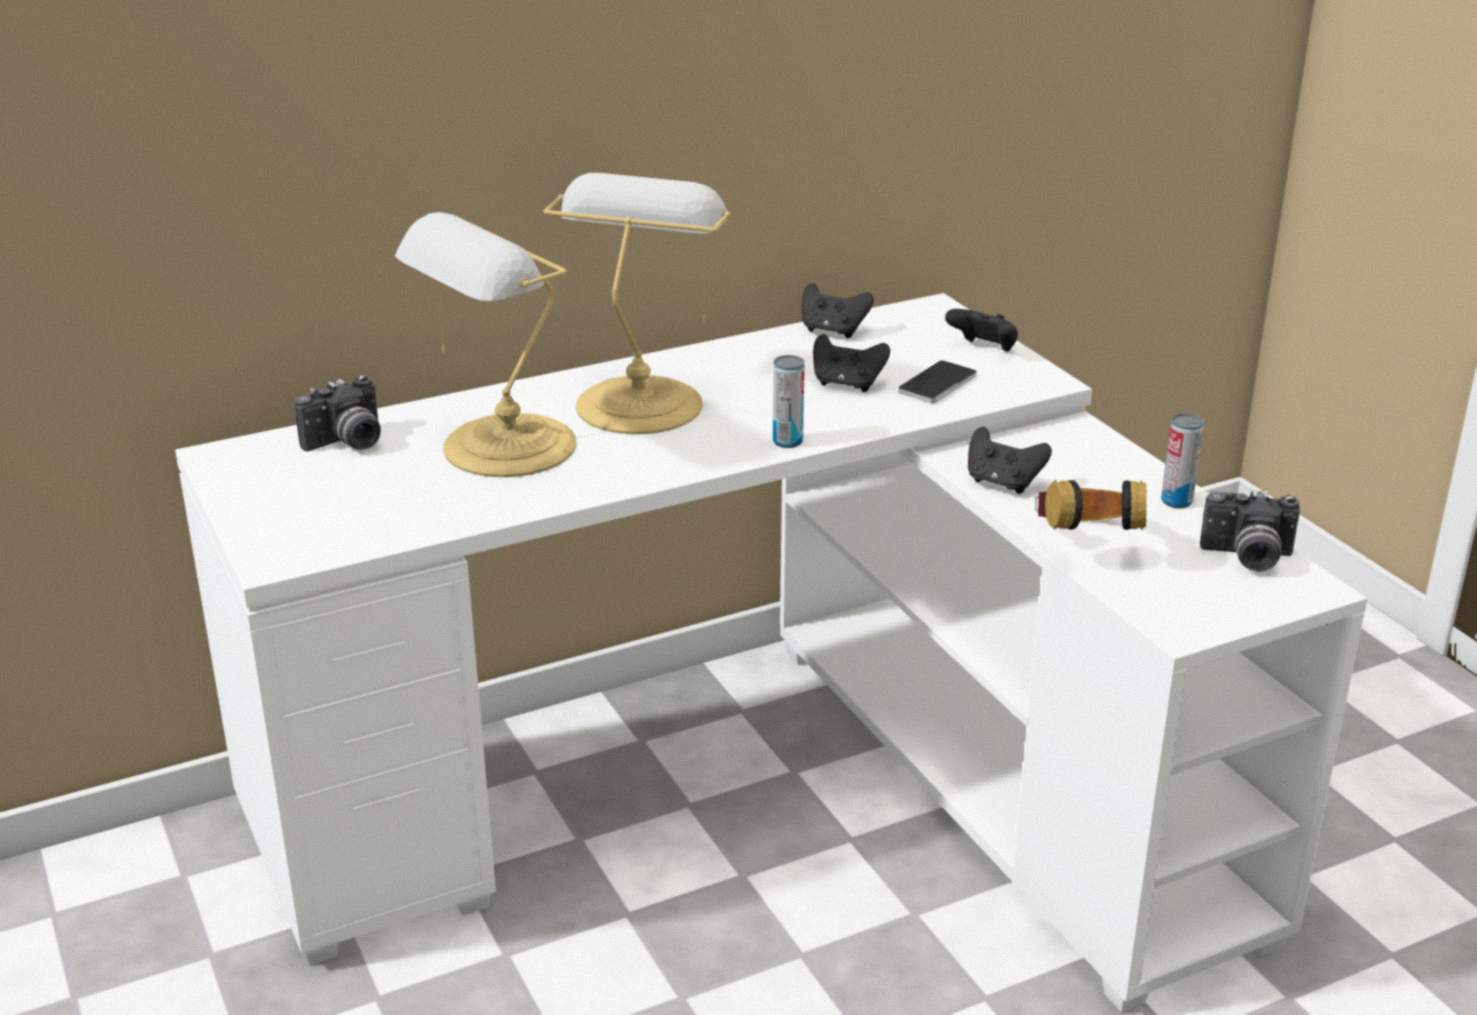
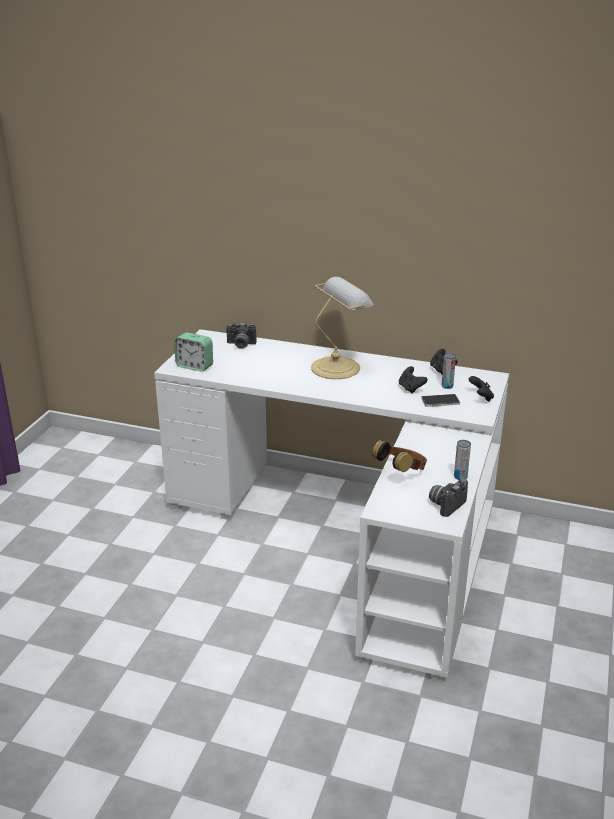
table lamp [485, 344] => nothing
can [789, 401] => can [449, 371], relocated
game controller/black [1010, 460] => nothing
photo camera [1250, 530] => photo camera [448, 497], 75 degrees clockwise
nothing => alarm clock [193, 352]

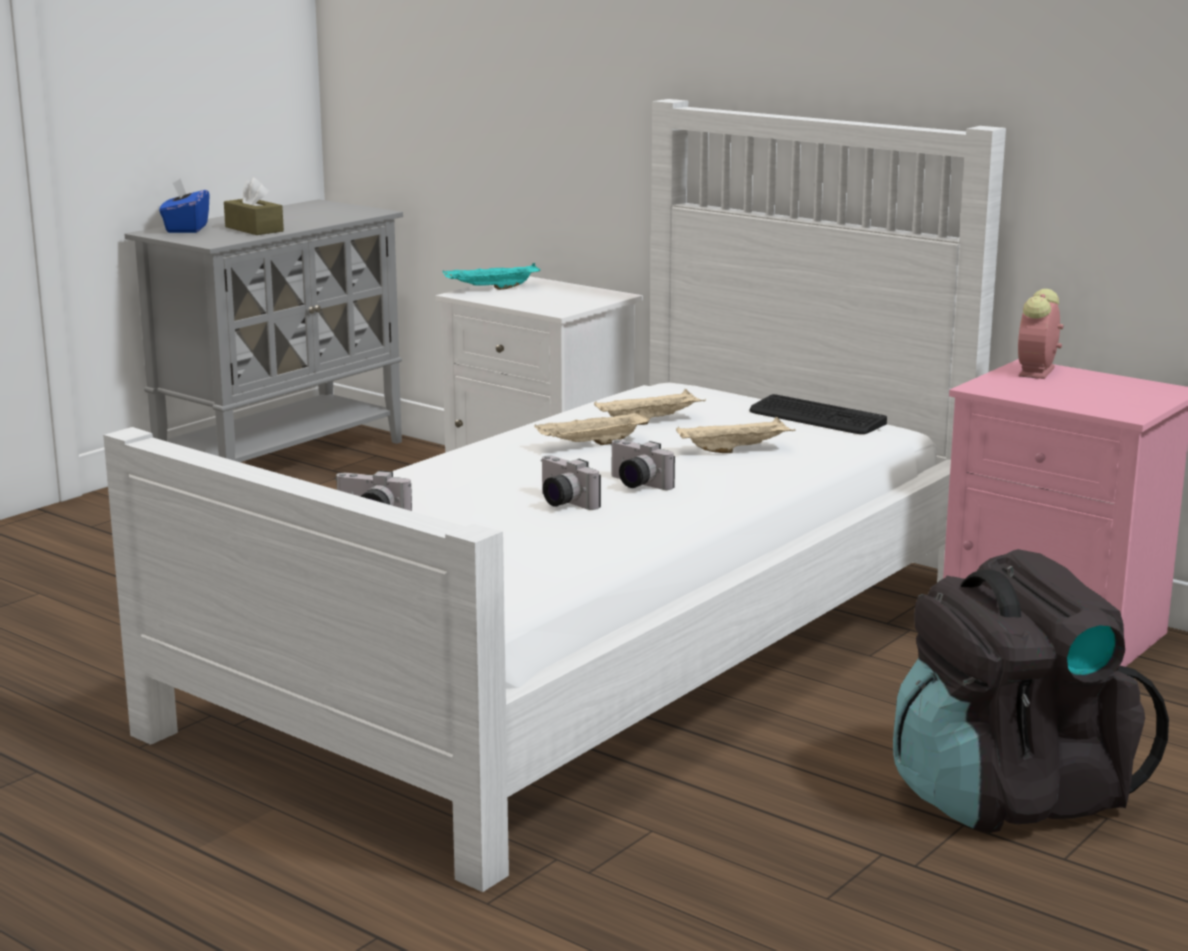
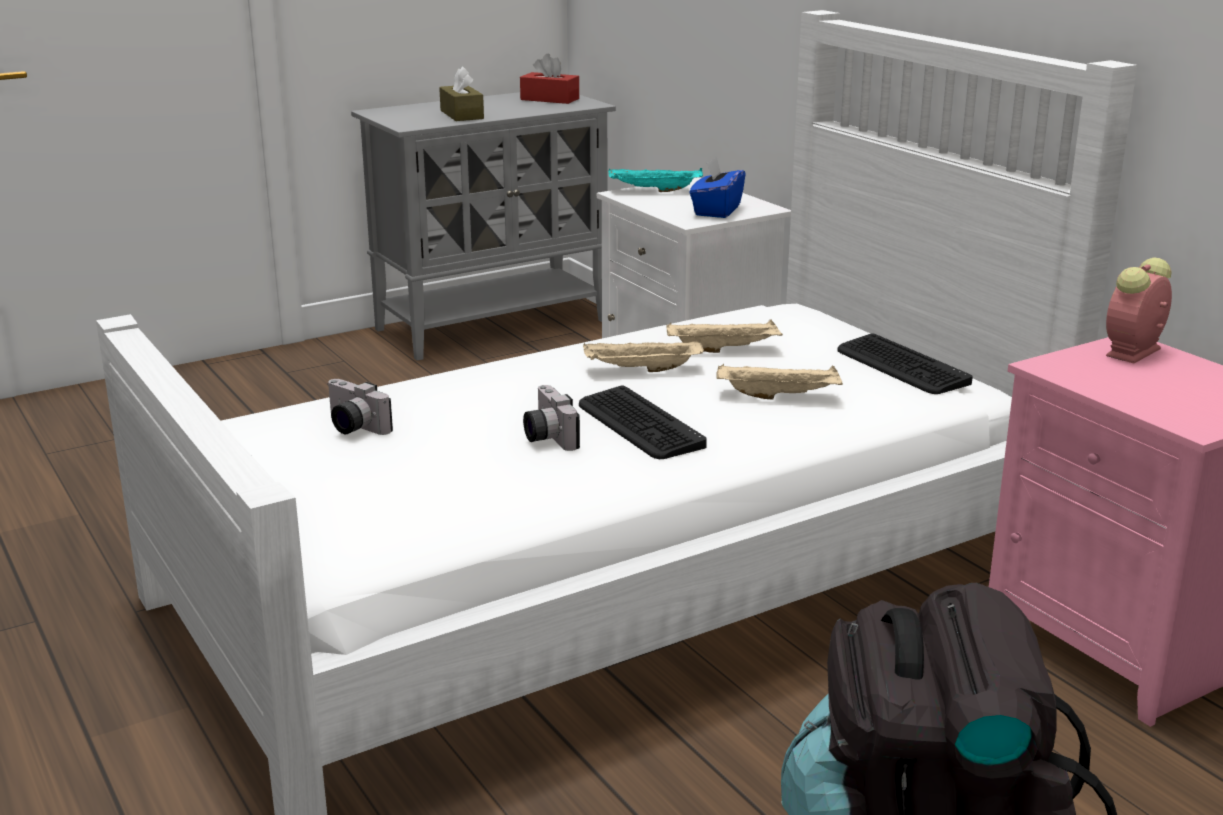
tissue box/blue [184, 205] => tissue box/blue [718, 187], relocated
photo camera [642, 464] => keyboard [643, 422]
nothing => tissue box/red [549, 79]

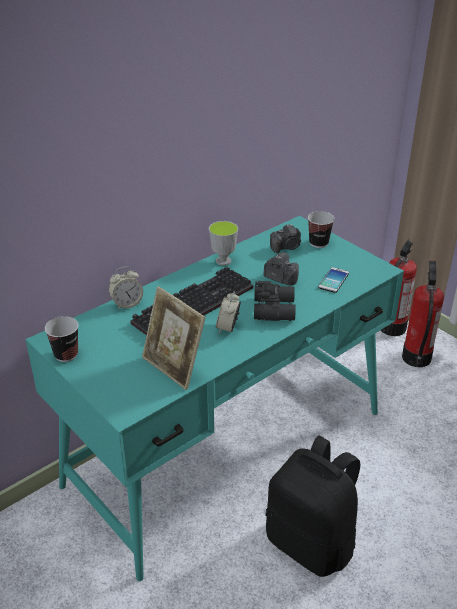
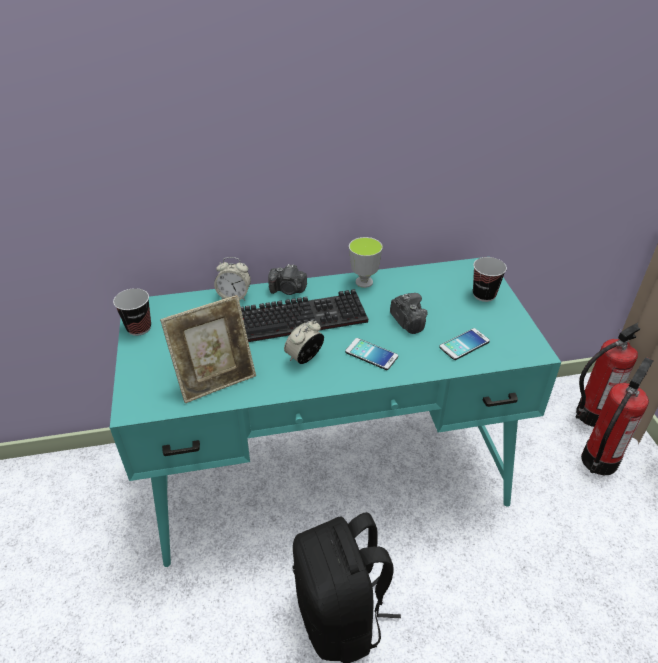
photo camera [285, 238] => photo camera [287, 279], relocated
binoculars/black [275, 301] => phone [371, 354]
picture frame [174, 338] => picture frame [208, 349], 105 degrees counterclockwise

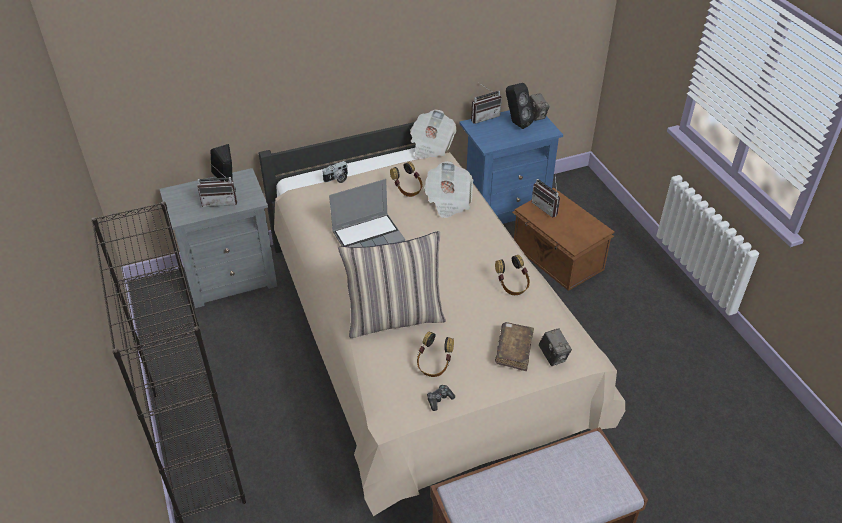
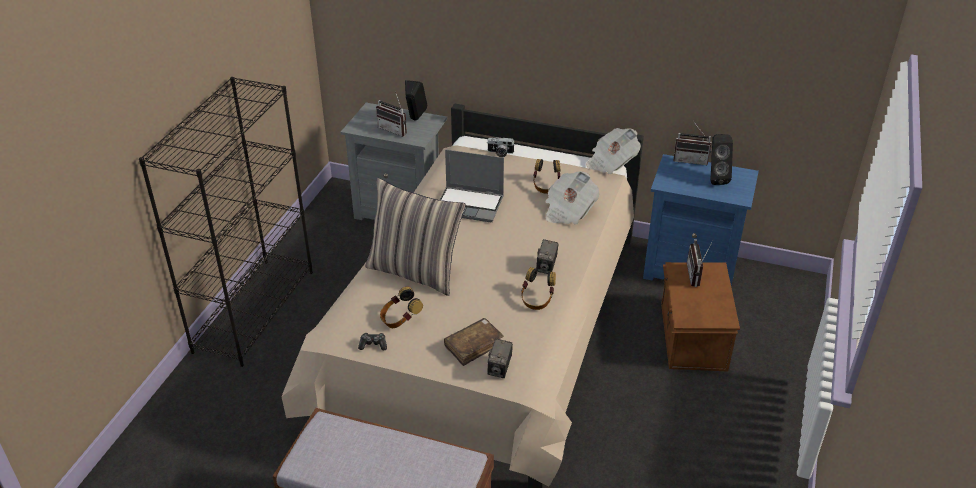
photo camera [540, 107] => photo camera [547, 256], relocated

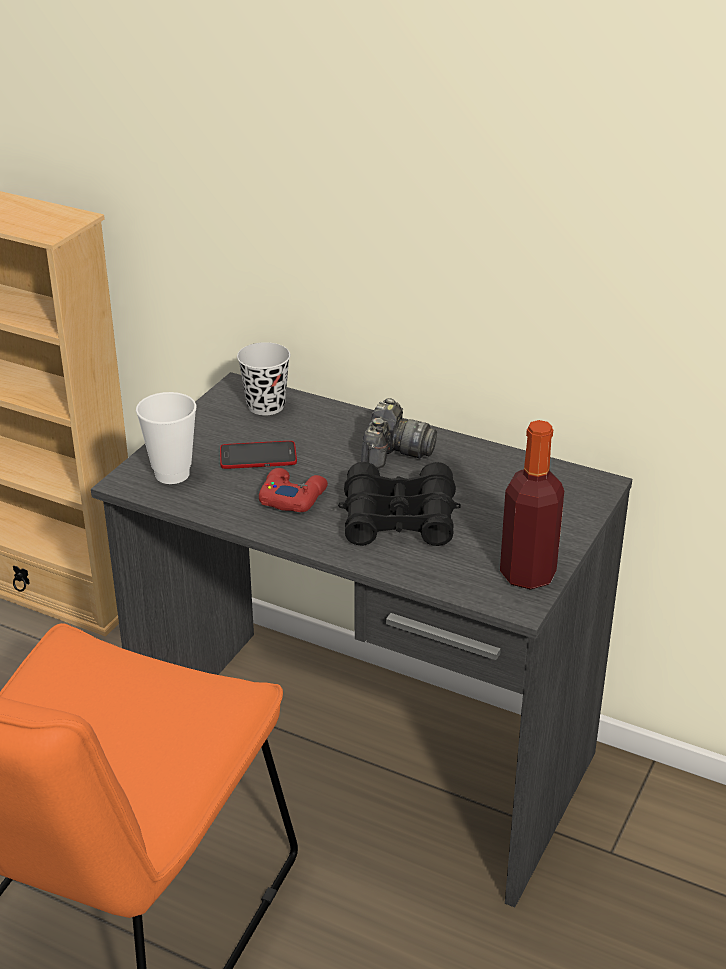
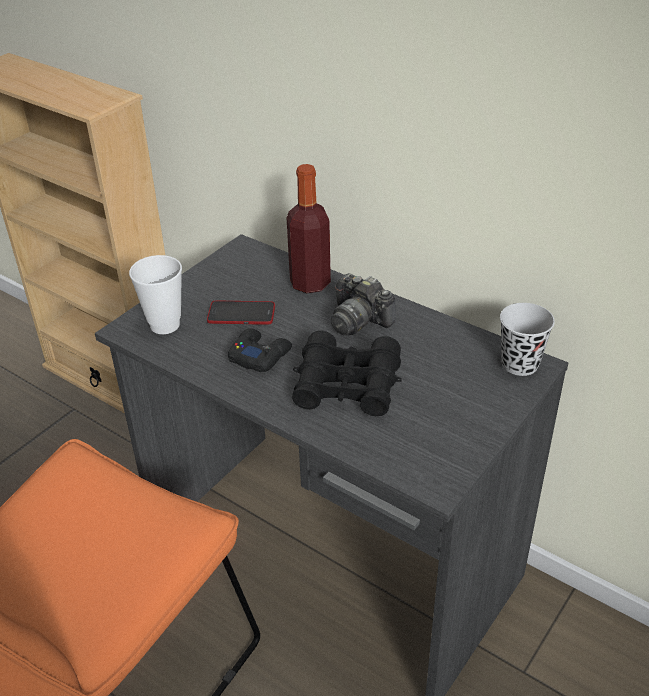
cup/black [263, 378] => cup/black [527, 339], relocated
photo camera [399, 433] => photo camera [363, 304], 105 degrees clockwise
bottle [532, 505] => bottle [308, 228], relocated
game controller/red [293, 490] => game controller/black [260, 350]

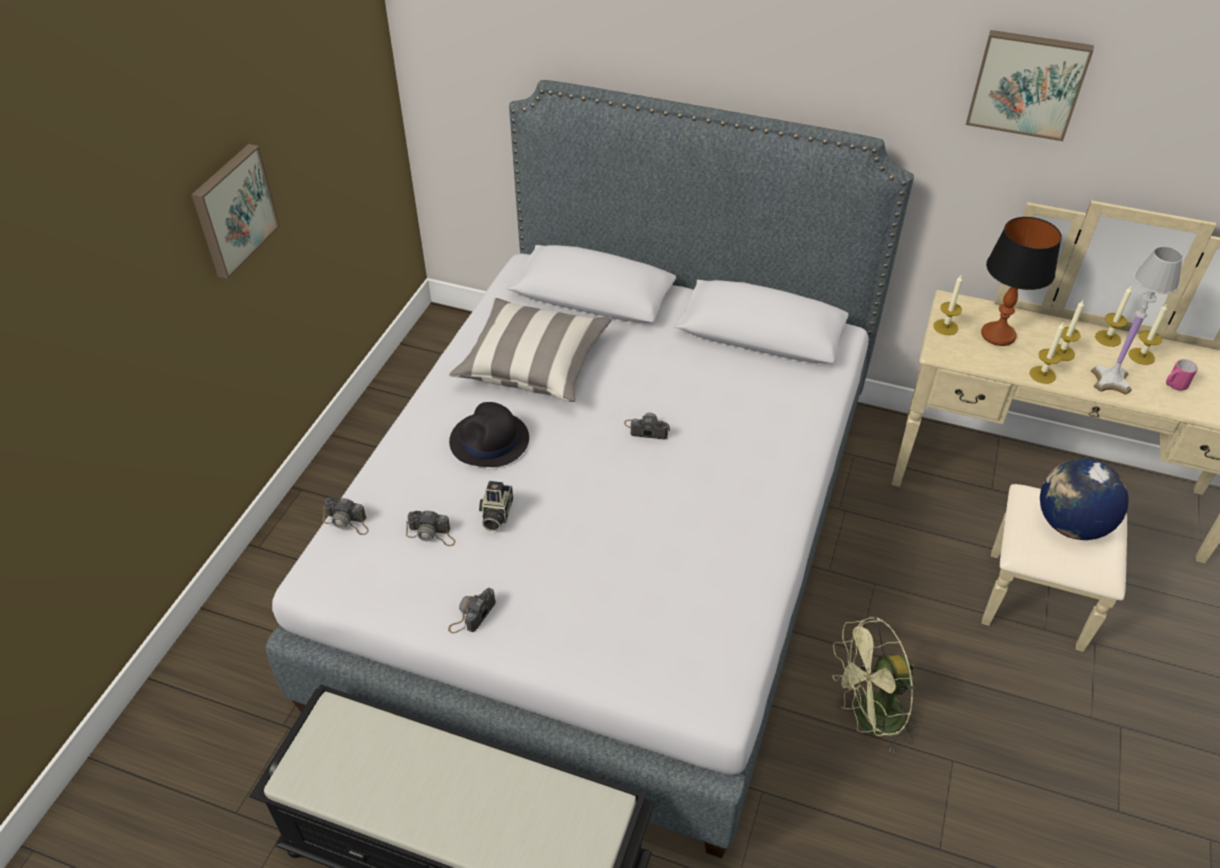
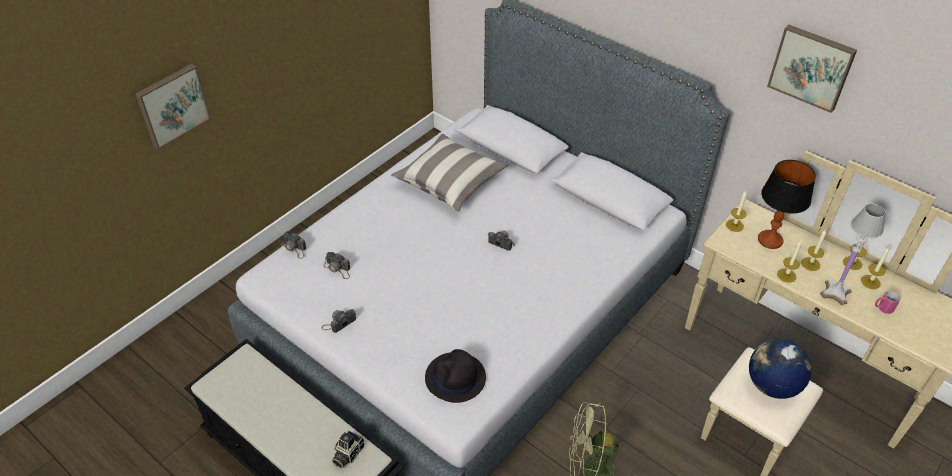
picture [235, 211] => picture [173, 107], relocated
hat/black [489, 434] => hat/black [455, 376], relocated
photo camera [496, 506] => photo camera [348, 450], relocated

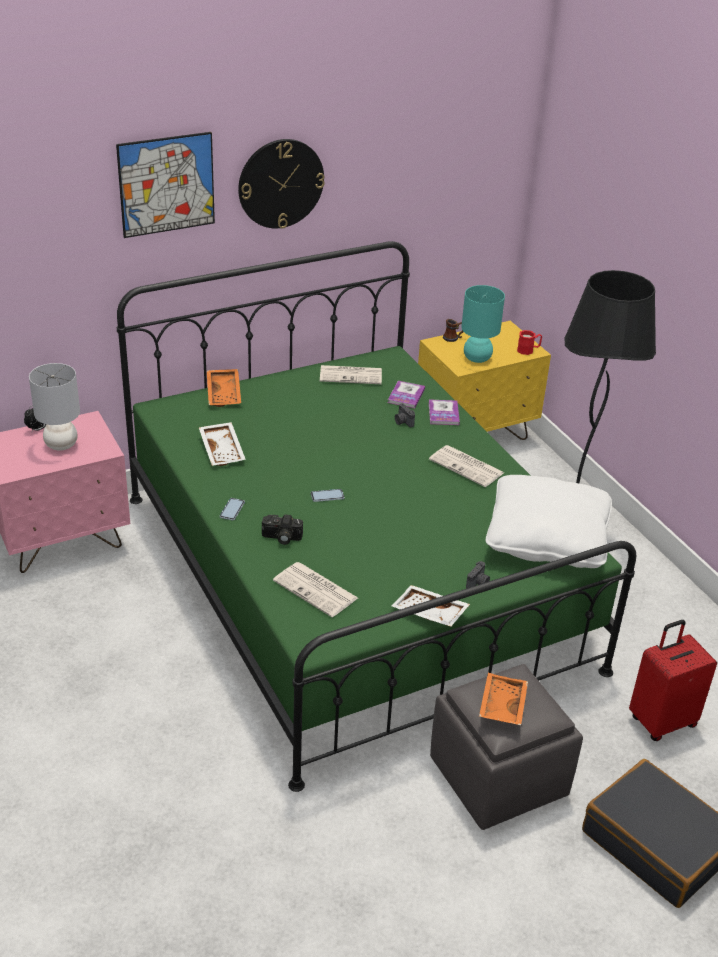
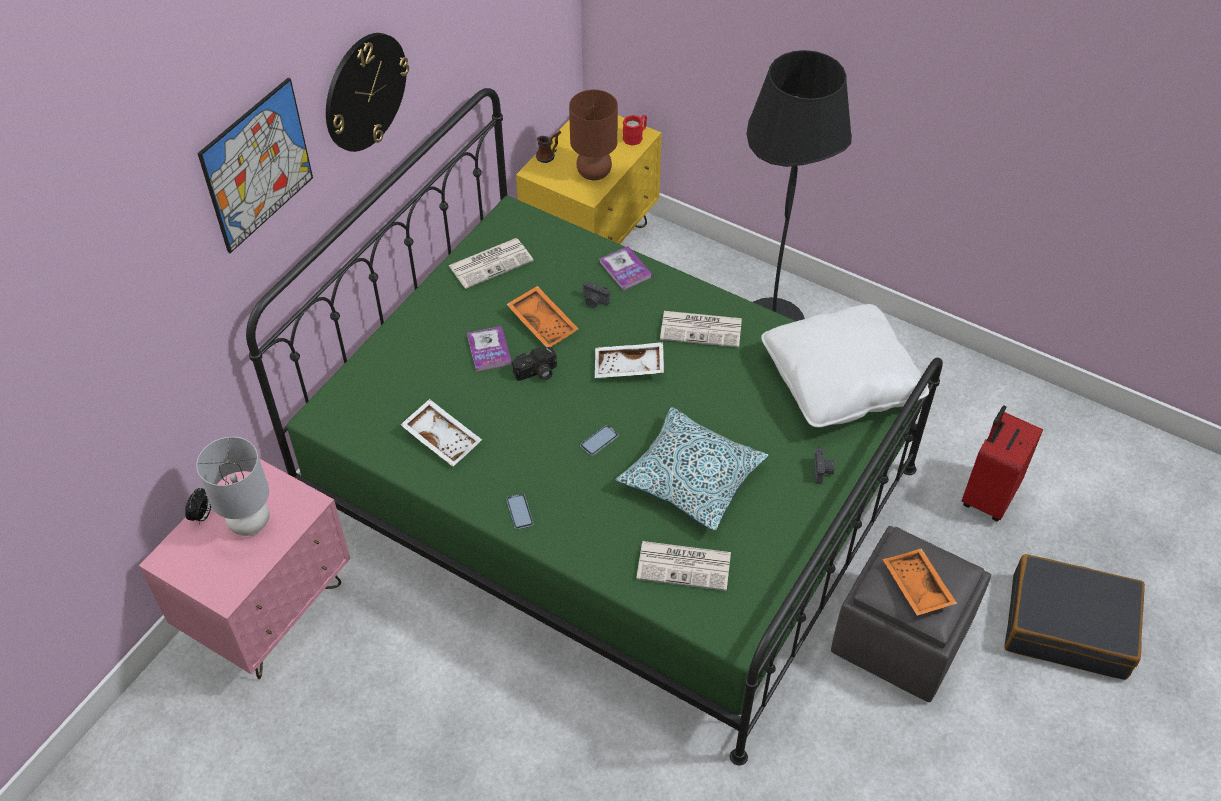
table lamp/turquoise [483, 324] => table lamp/brown [593, 135]
tray/orange [224, 388] => tray/orange [542, 317], relocated
book [406, 394] => book [489, 349], relocated
photo camera [282, 530] => photo camera [534, 364], relocated
tray/white [430, 606] => tray/white [629, 360], relocated
nothing => pillow [692, 469]

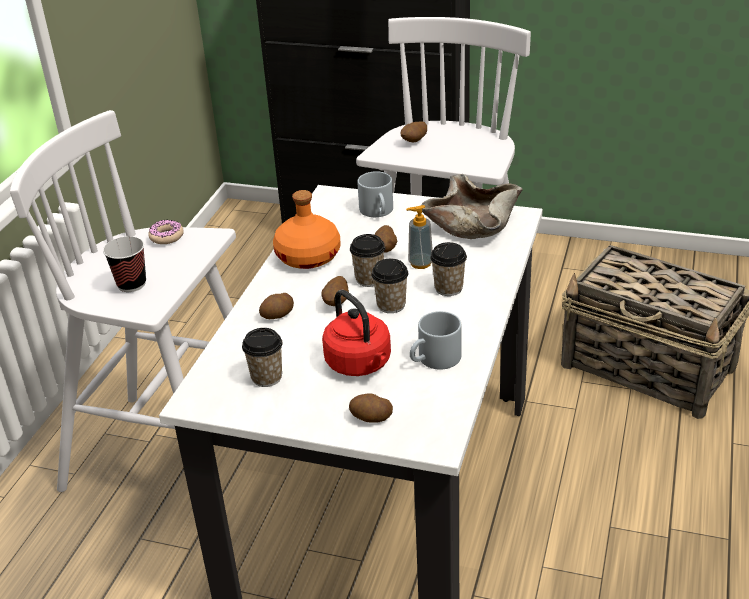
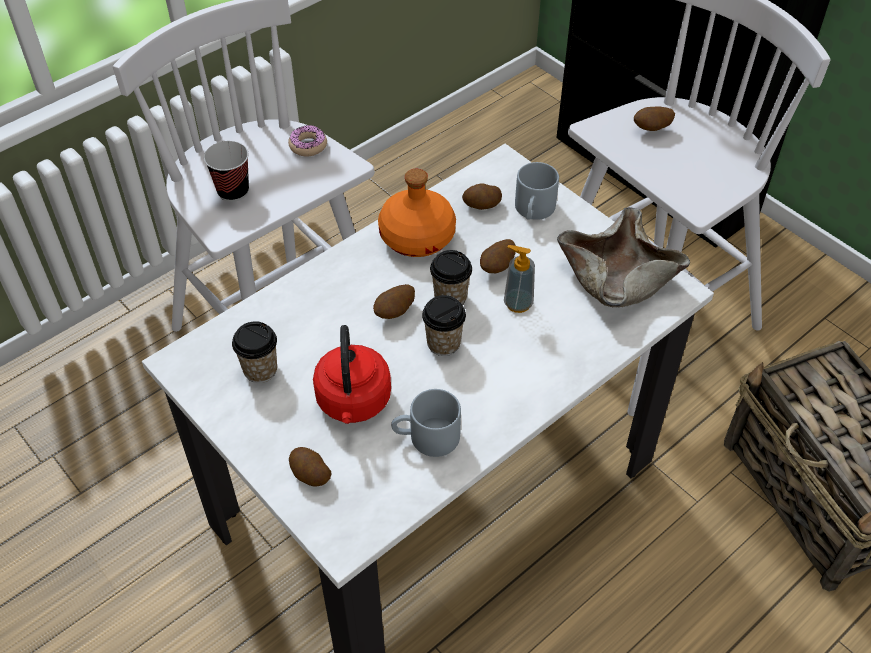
cup [448, 269] => nothing
potato [276, 306] => potato [482, 196], relocated

